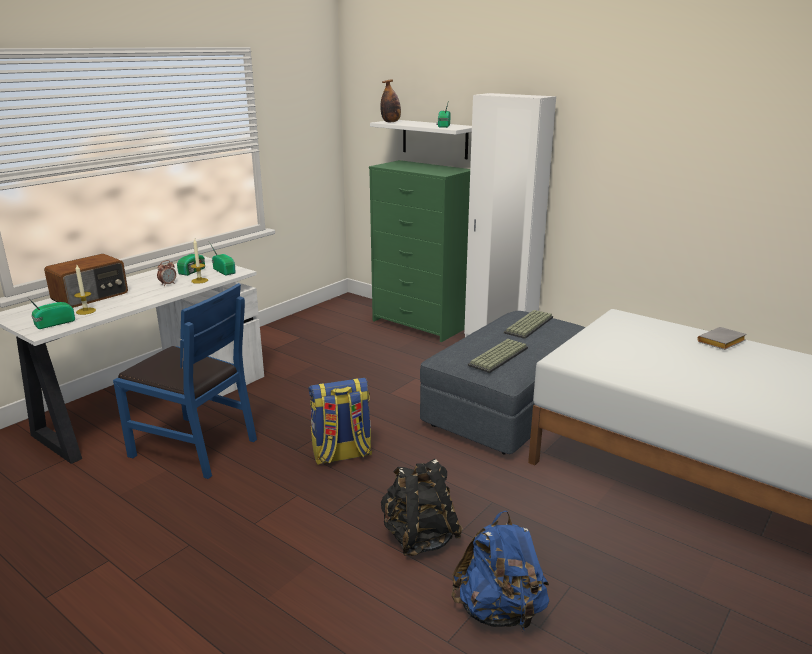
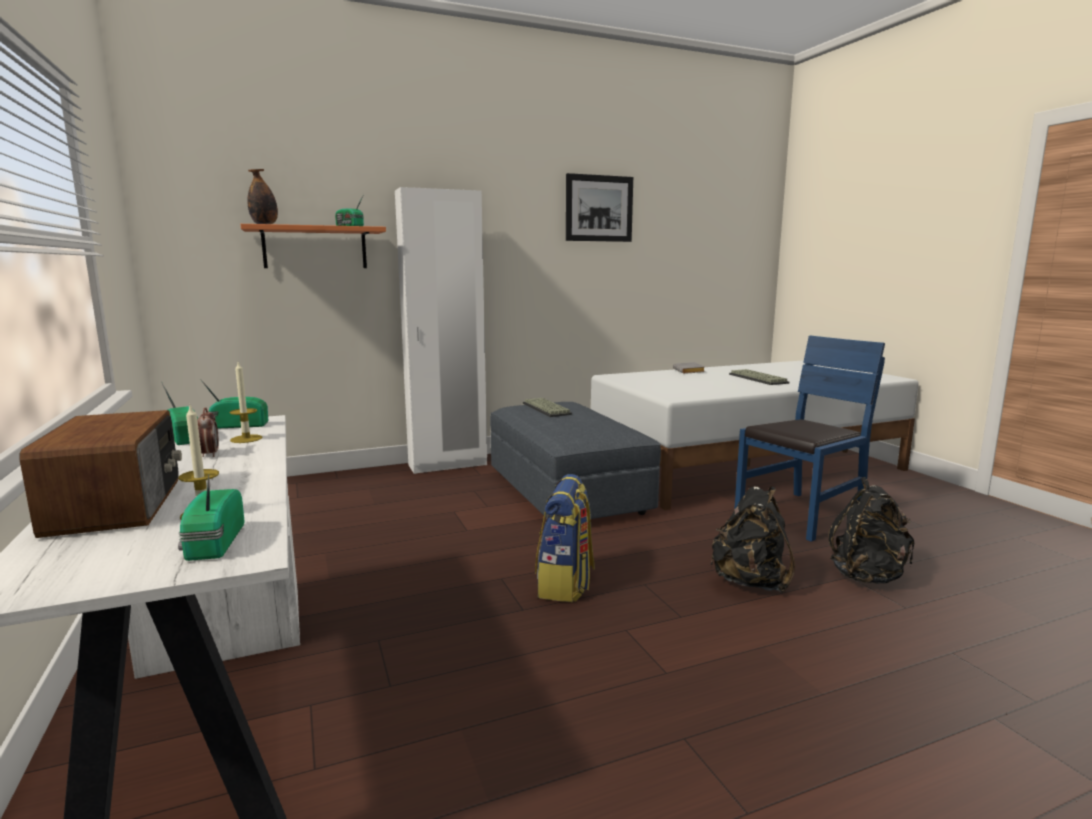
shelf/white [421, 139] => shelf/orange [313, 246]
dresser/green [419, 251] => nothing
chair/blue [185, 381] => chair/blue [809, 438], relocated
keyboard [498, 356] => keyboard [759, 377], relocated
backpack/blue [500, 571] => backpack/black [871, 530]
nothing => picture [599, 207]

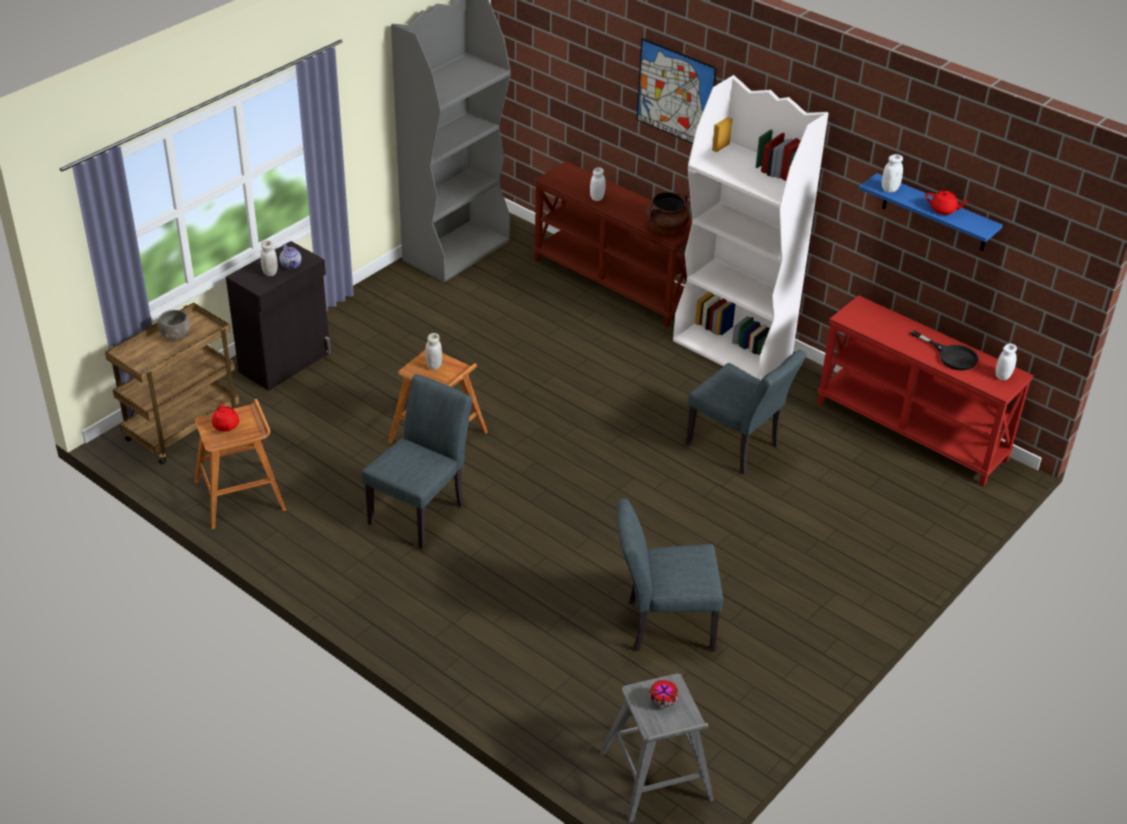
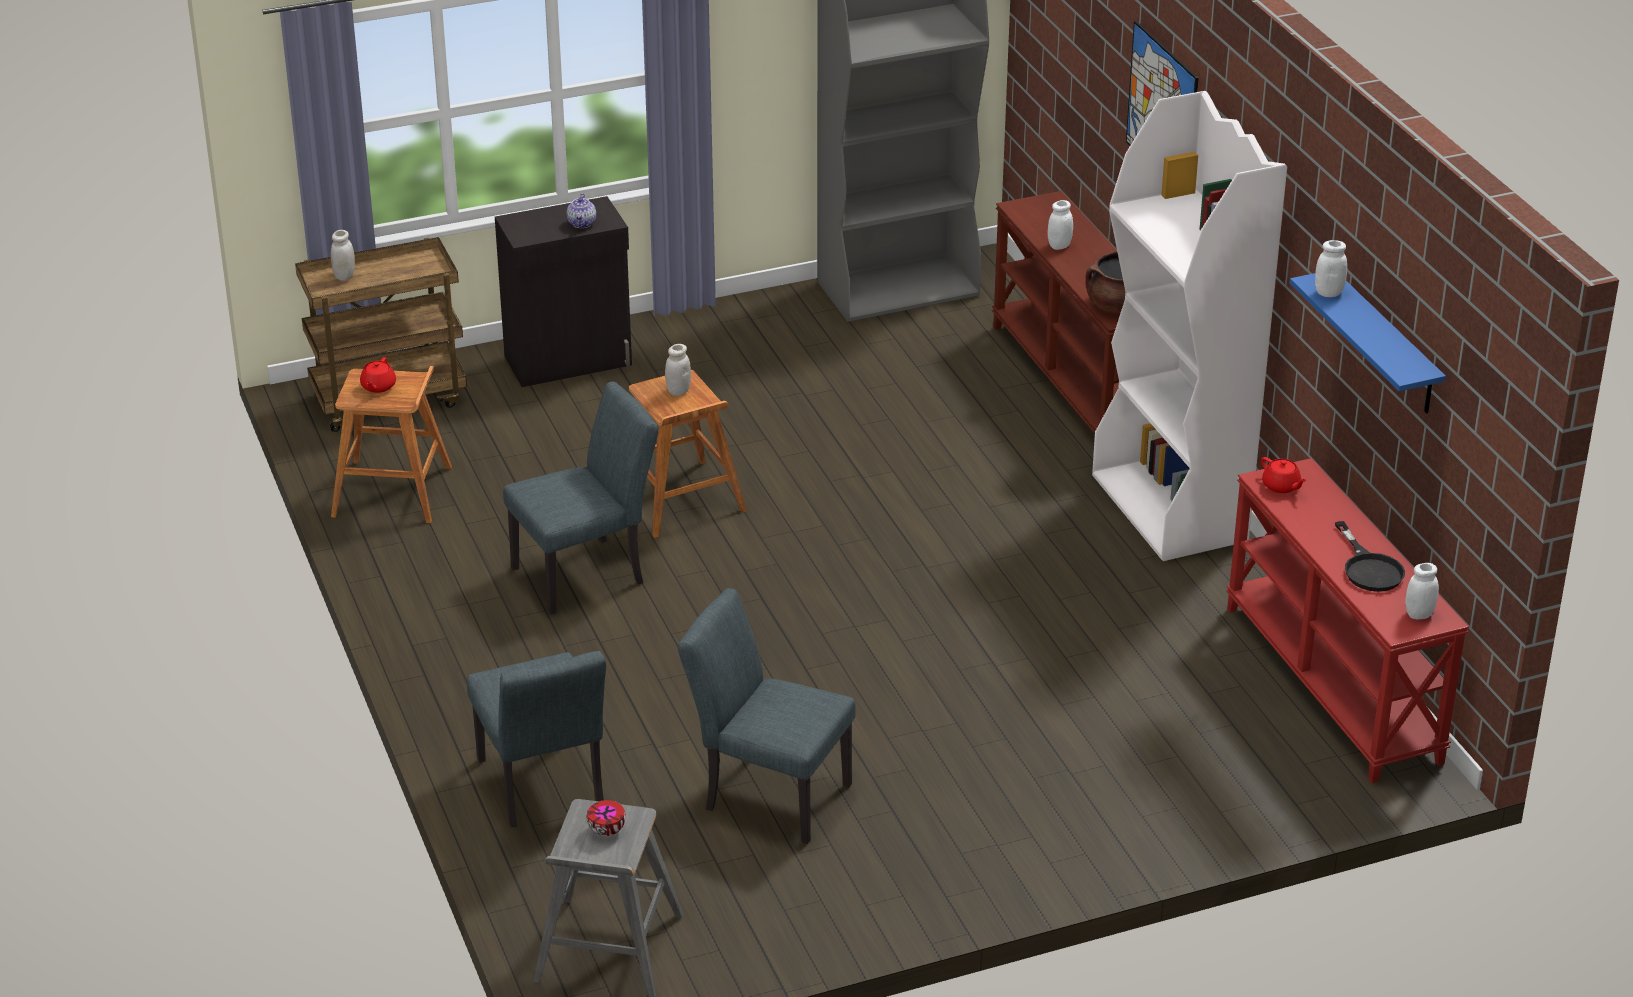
teapot/red [947, 203] => teapot/red [1284, 475], relocated
jar/white [269, 258] => jar/white [343, 255], relocated
bowl/grey [174, 325] => nothing
chair/grey [746, 412] => chair/grey [536, 739], relocated

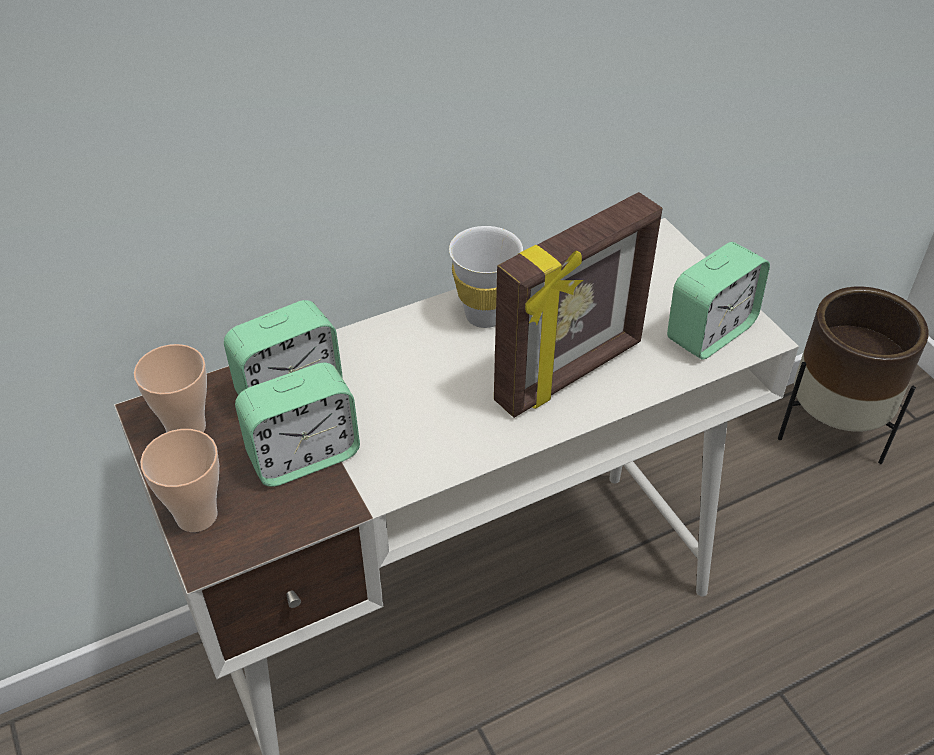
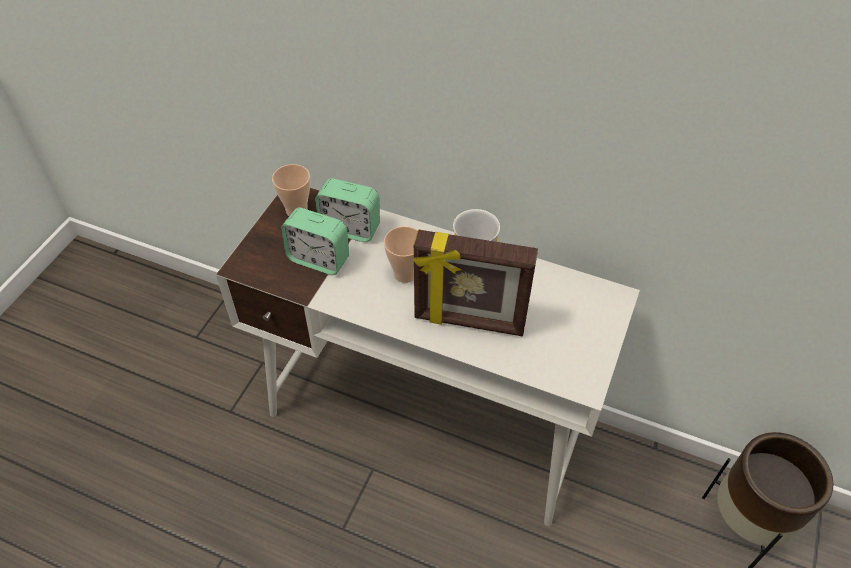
alarm clock [718, 301] => nothing
cup [179, 480] => cup [401, 254], relocated

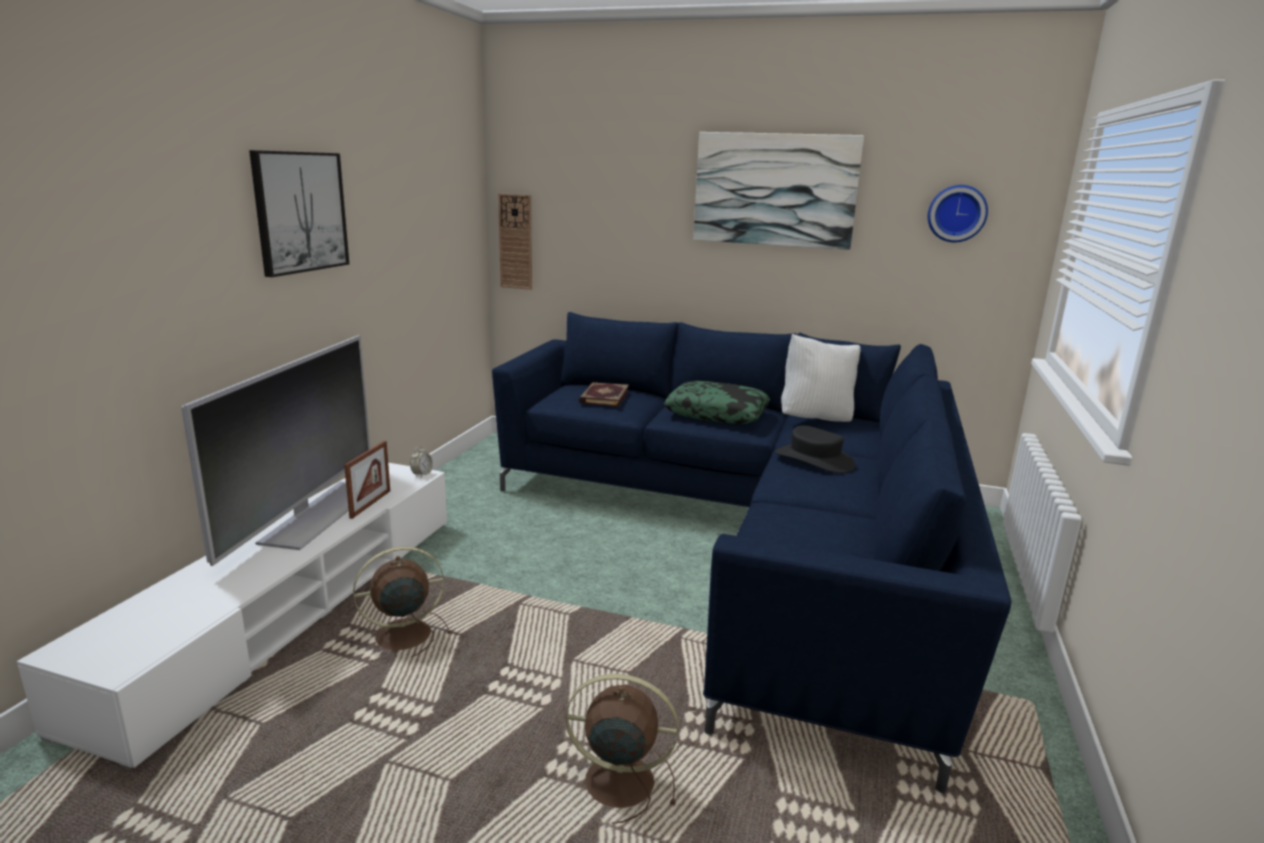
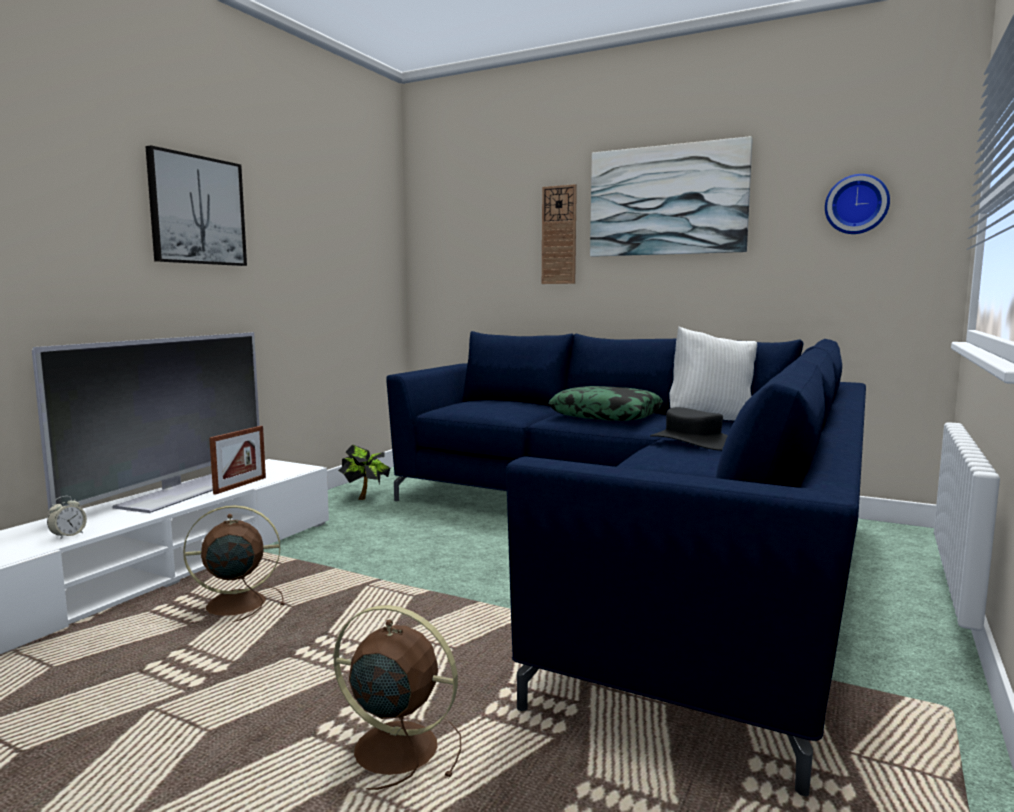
wall clock [515, 241] => wall clock [559, 234], relocated
book [604, 394] => nothing
alarm clock [421, 461] => alarm clock [67, 518], relocated
nothing => potted plant [364, 472]

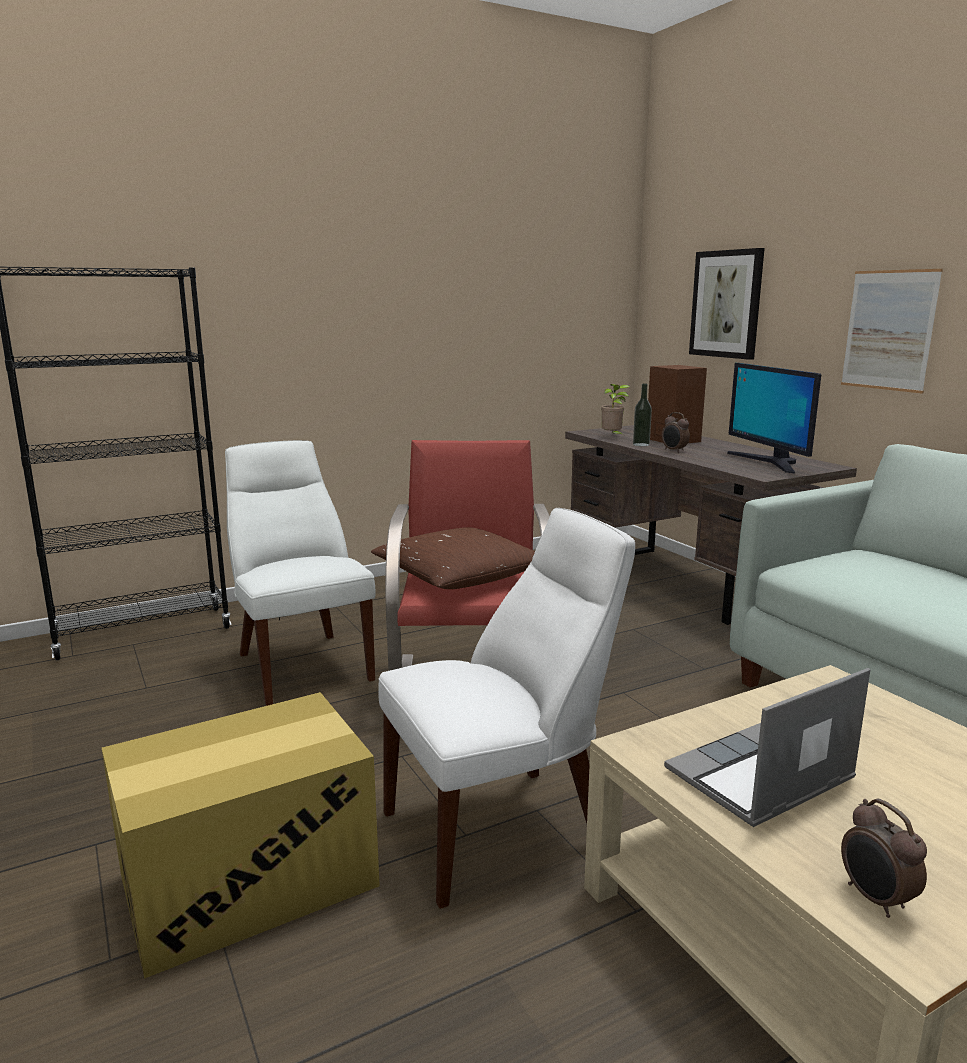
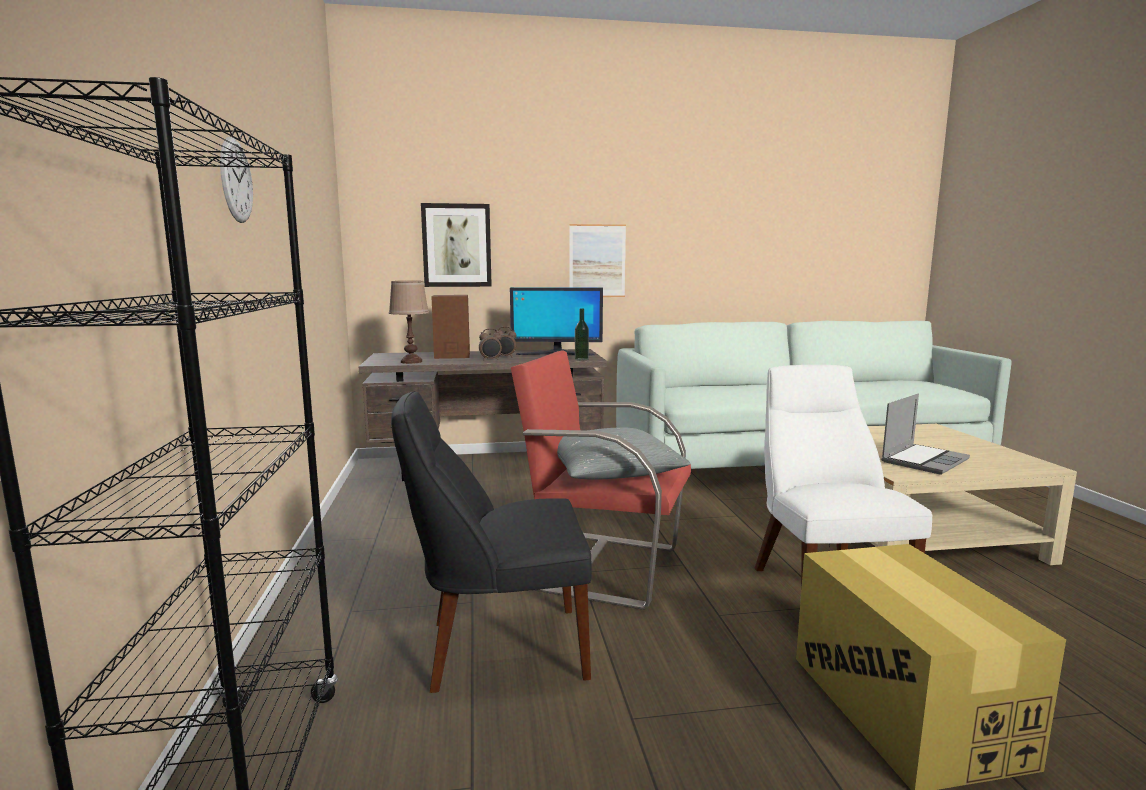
potted plant [615, 410] => table lamp/brown [409, 322]
bottle [642, 415] => bottle [582, 334], relocated
chair/white [300, 573] => chair/black [491, 542]
pillow/brown [453, 558] => pillow/grey [624, 454]
laptop [767, 747] => laptop [925, 434], 120 degrees counterclockwise
alarm clock [884, 858] => alarm clock [505, 342], relocated
nothing => wall clock [236, 180]

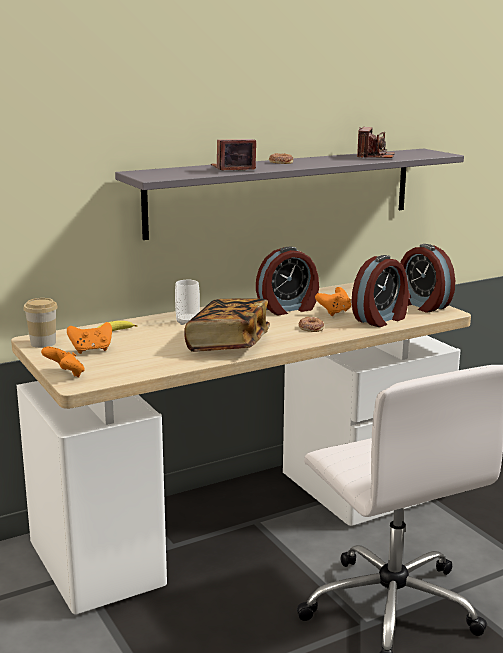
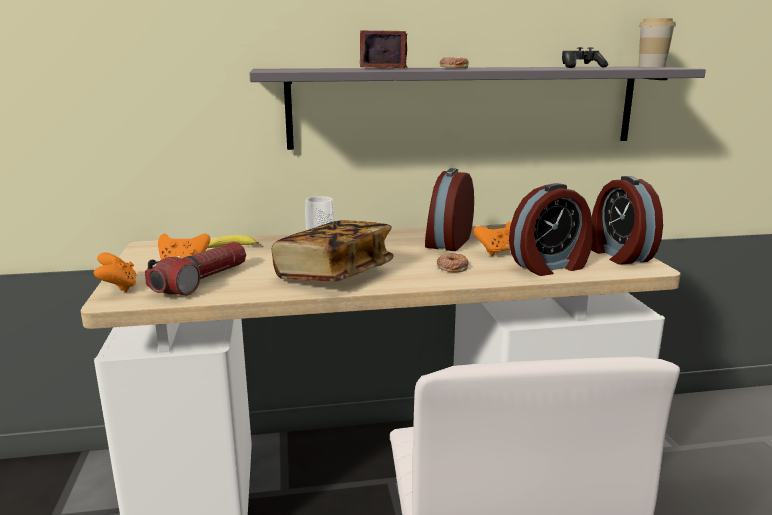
photo camera [376, 142] => game controller [585, 57]
alarm clock [287, 281] => alarm clock [449, 209], 120 degrees clockwise
cup [40, 323] => cup [657, 42], relocated
nothing => flashlight [195, 269]

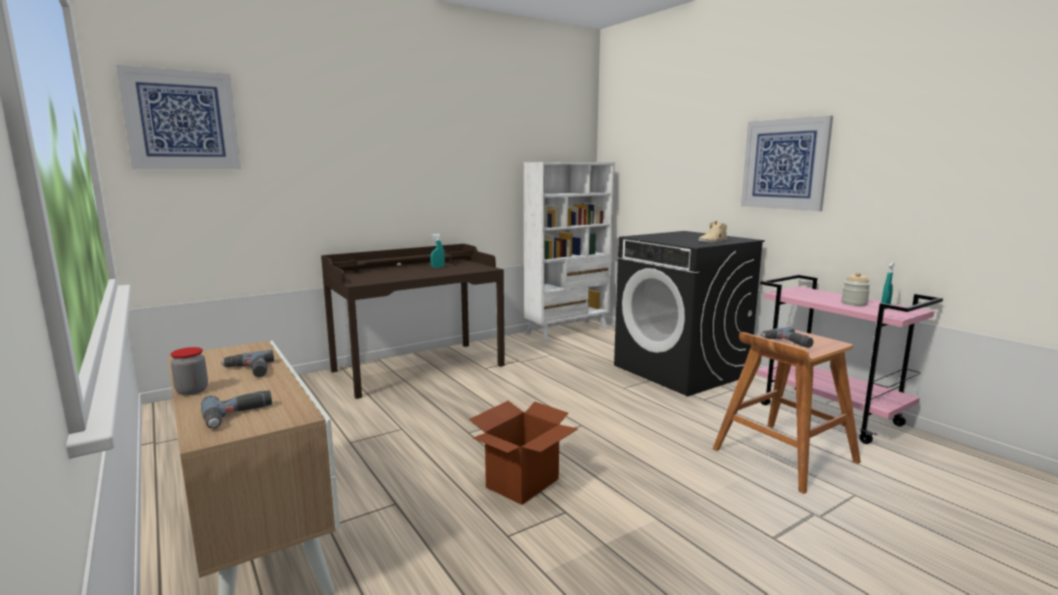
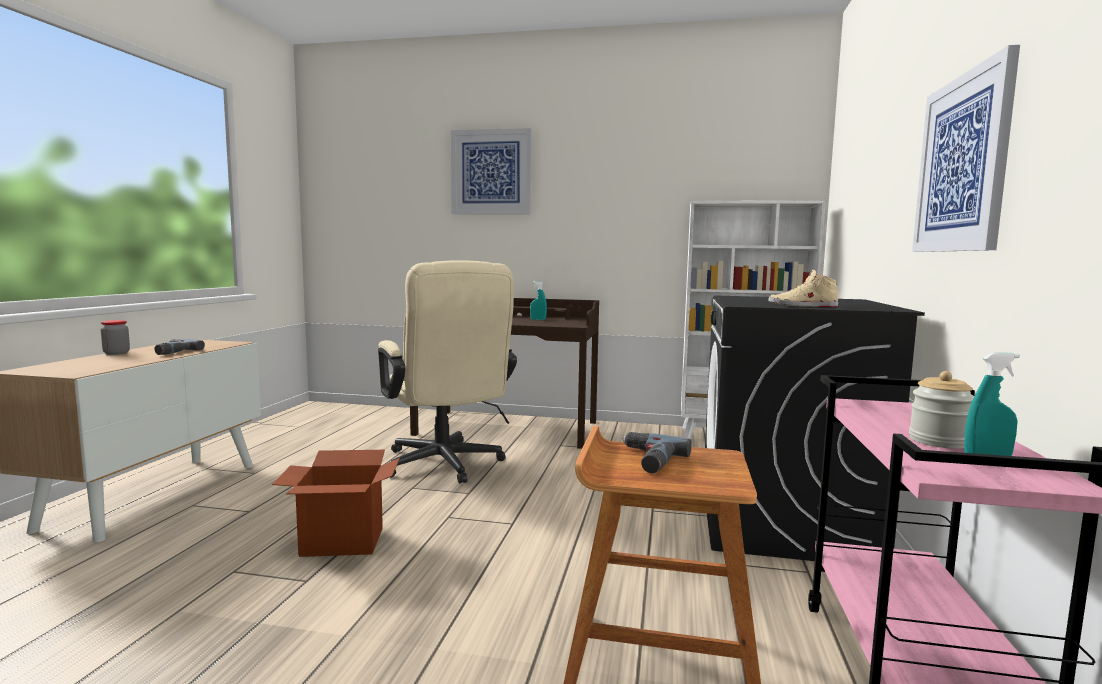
picture [178, 117] => picture [491, 171], relocated
power drill [236, 409] => nothing
nothing => office chair/beige [447, 372]

